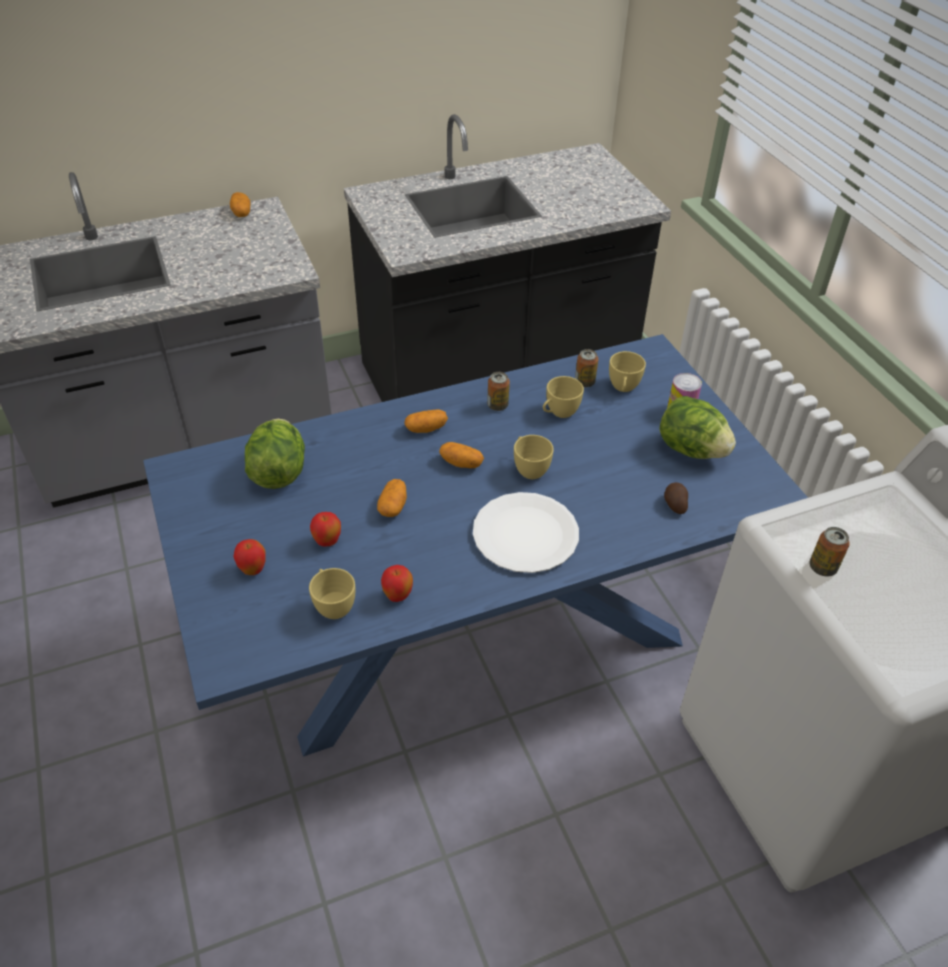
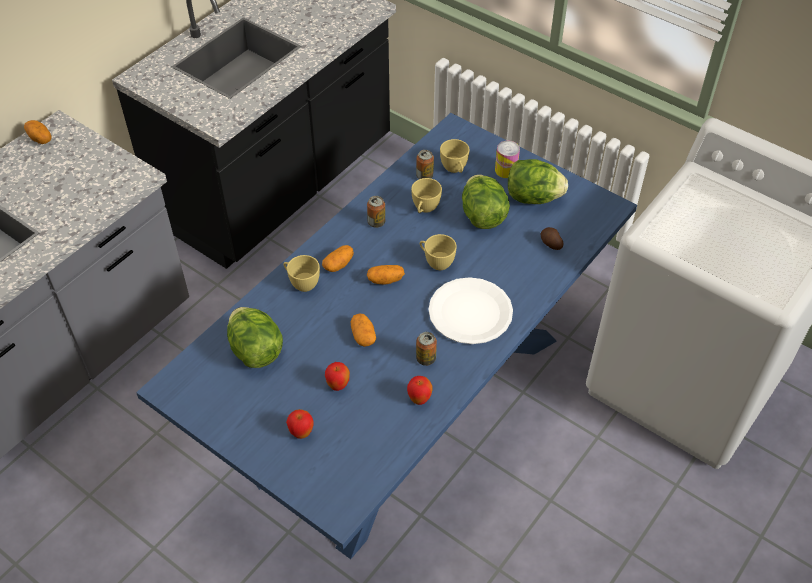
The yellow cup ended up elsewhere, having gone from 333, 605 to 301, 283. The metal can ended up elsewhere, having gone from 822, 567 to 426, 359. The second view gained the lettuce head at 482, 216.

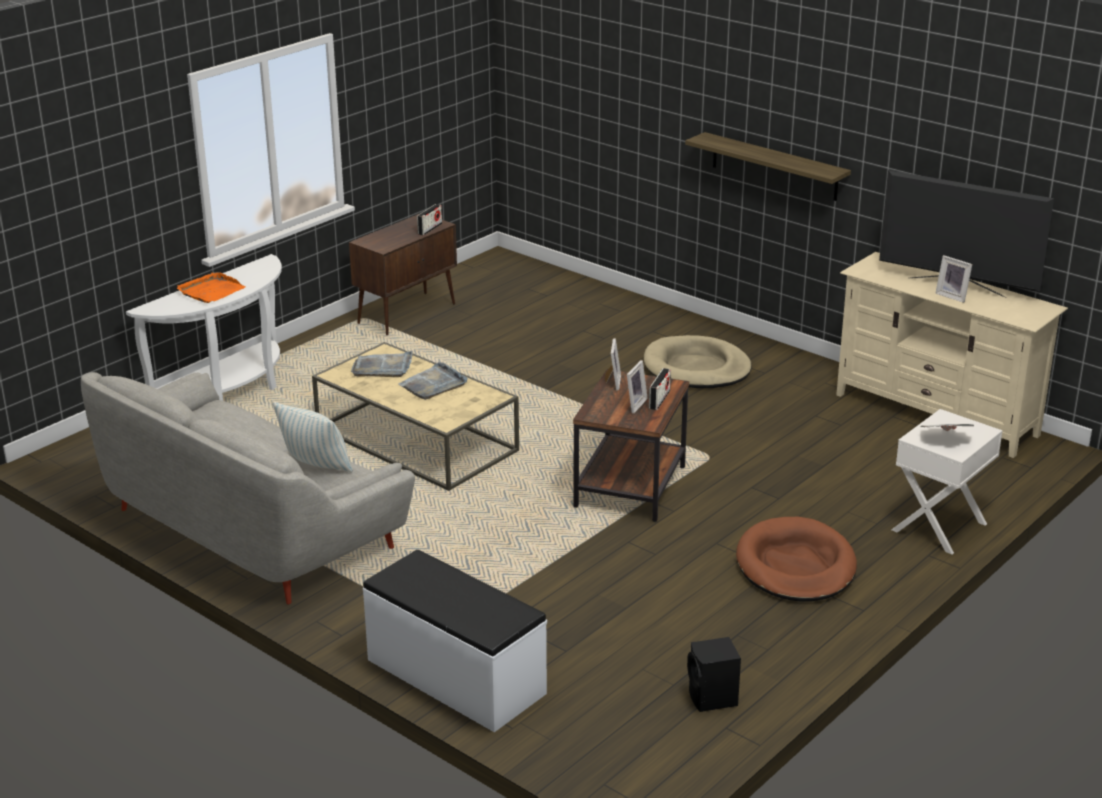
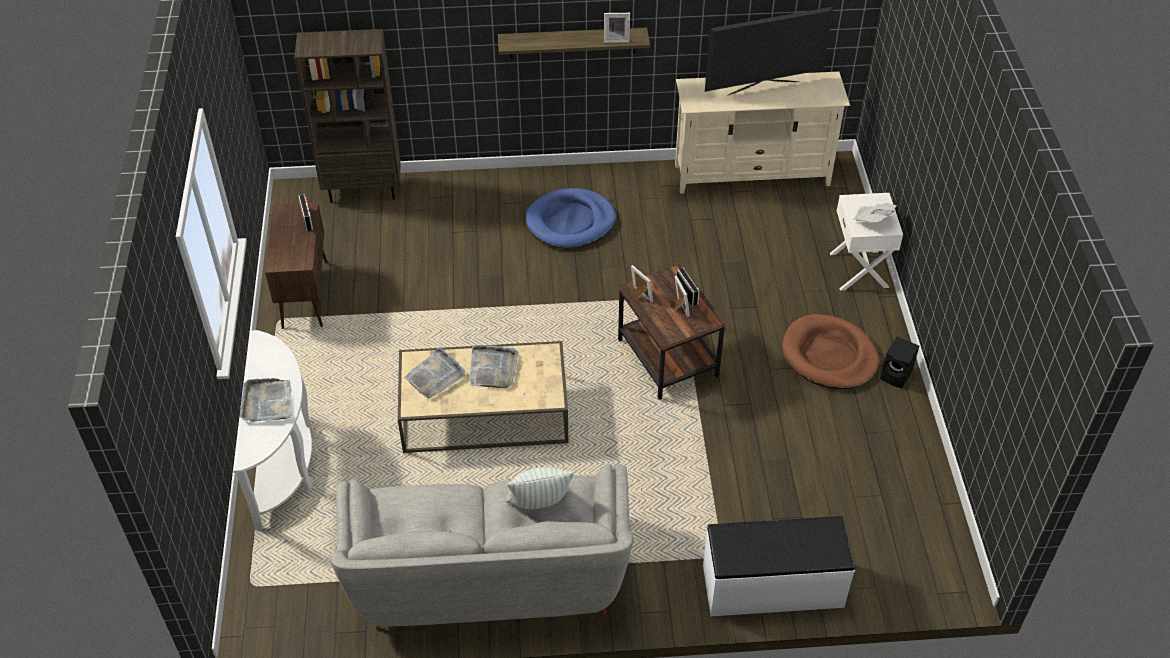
What was the orangey tray at 211, 291 turned into the grey tray at 267, 402. What was the sand-coloured pet bed at 696, 368 turned into the blue pet bed at 570, 222. The black speaker ended up elsewhere, having gone from 713, 699 to 897, 376. The picture frame ended up elsewhere, having gone from 953, 296 to 616, 39. The second view gained the brownish bookcase at 363, 190.

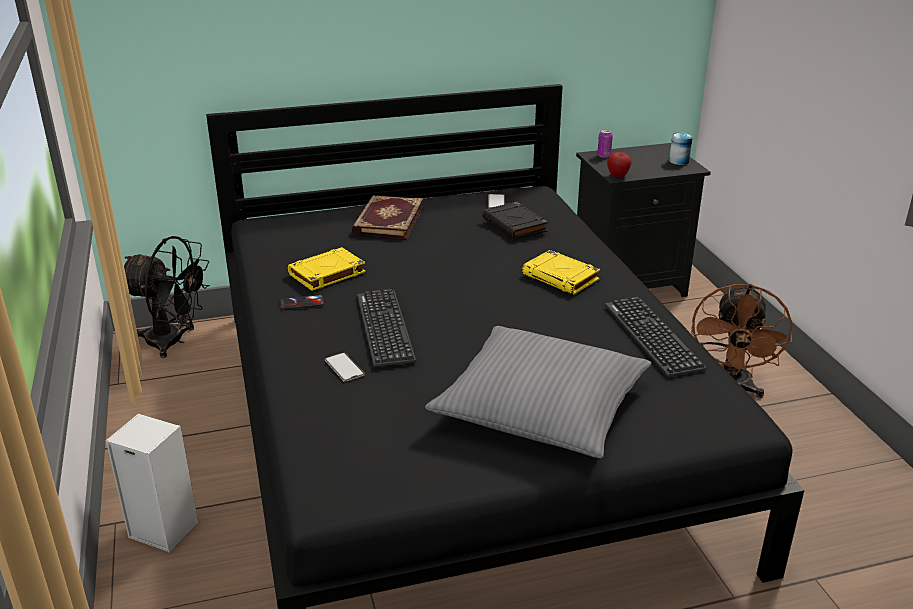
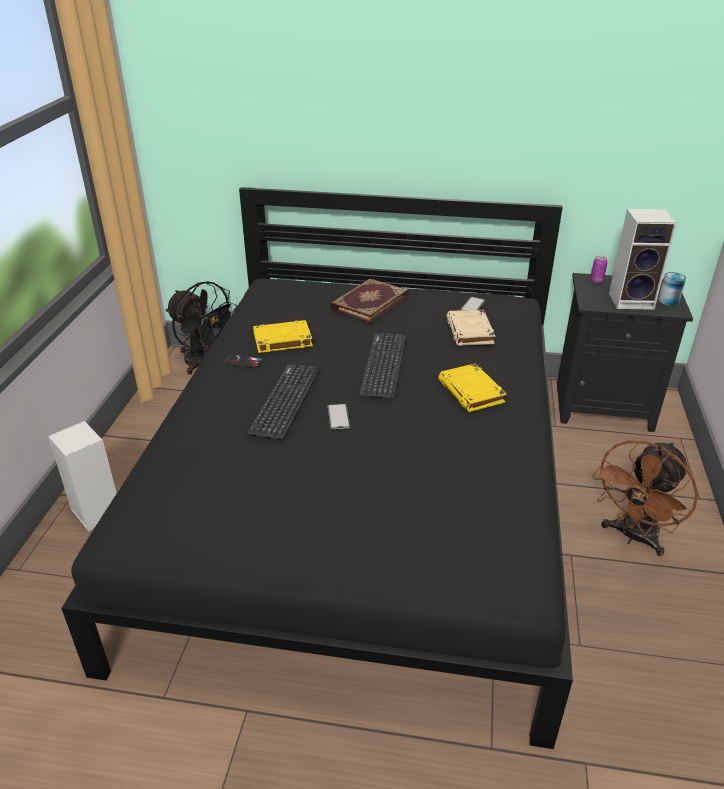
The telephone ended up elsewhere, having gone from 344, 367 to 338, 416. The second view lost the grey throw pillow at 541, 407. What was the black bound book at 515, 225 turned into the sand-coloured bound book at 470, 332. The computer keyboard ended up elsewhere, having gone from 652, 336 to 383, 365. The second view lost the apple at 618, 176. The second view gained the speaker at 632, 300.

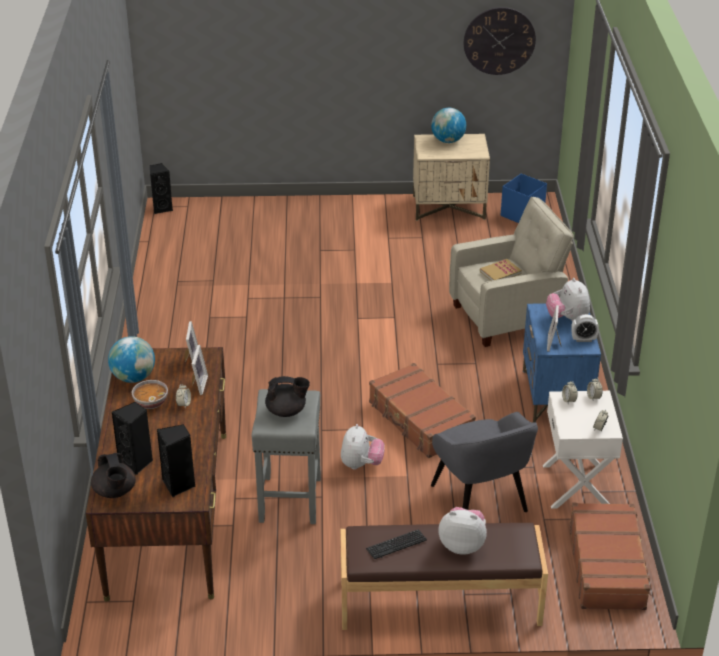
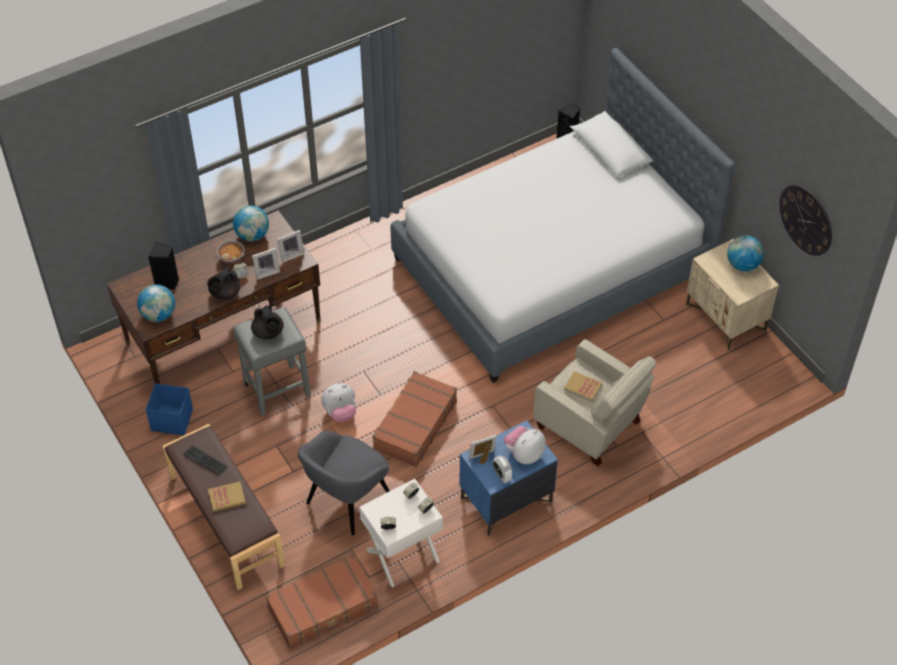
The black pot for tea ended up elsewhere, having gone from 115, 491 to 224, 293. Where the black speaker stood at 179, 485, the world globe came to stand at 159, 315. Where the plush toy stood at 462, 545, the bound book came to stand at 227, 497. The blue storage bin ended up elsewhere, having gone from 521, 214 to 171, 420. The second view gained the bedroom bed at 552, 266.

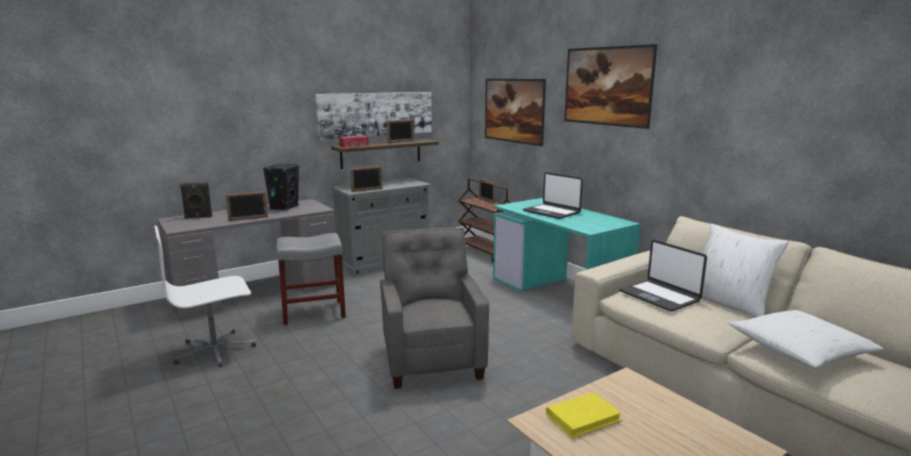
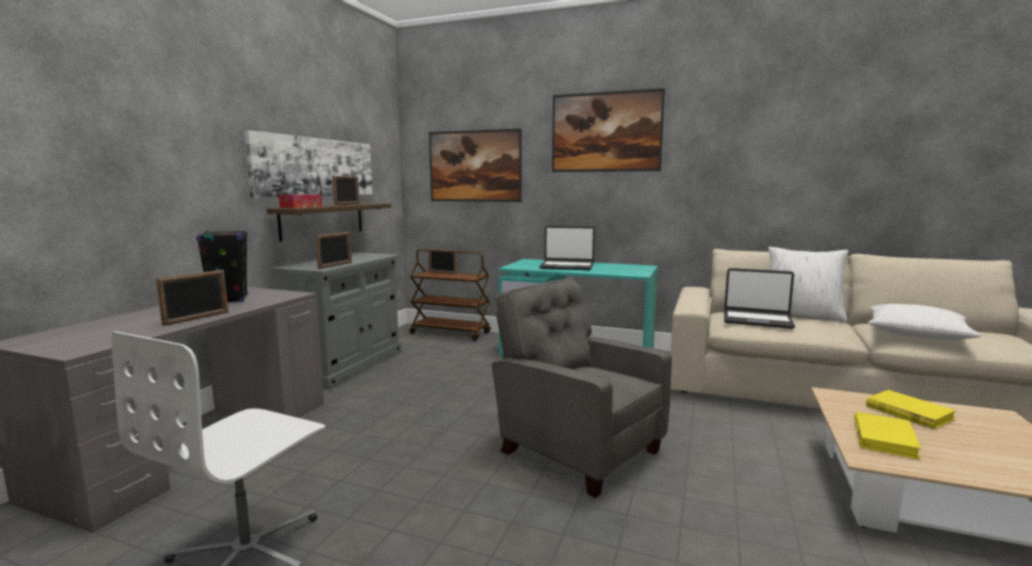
The second view lost the black speaker at 198, 217. The second view lost the grey stool seat at 313, 313. The second view gained the yellow bound book at 908, 412.

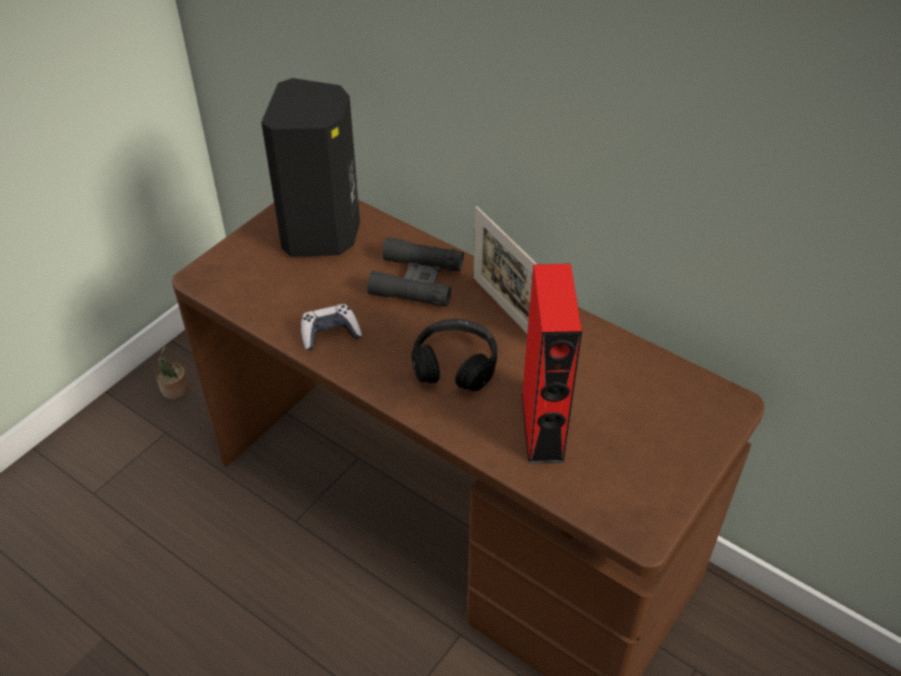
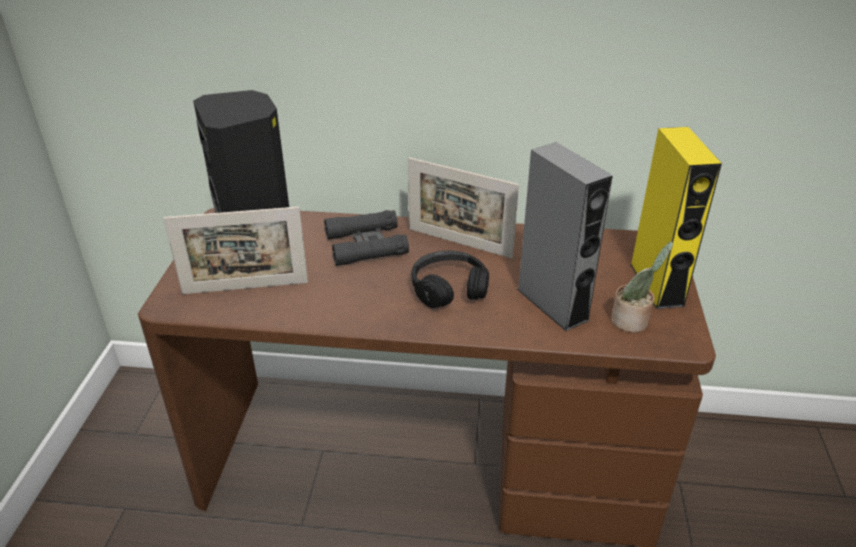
The plant in a pot ended up elsewhere, having gone from 175, 390 to 632, 321. The second view lost the joypad at 330, 333. What was the red speaker at 542, 427 turned into the grey speaker at 552, 304. The second view gained the picture frame at 245, 288. The second view gained the yellow speaker at 657, 284.

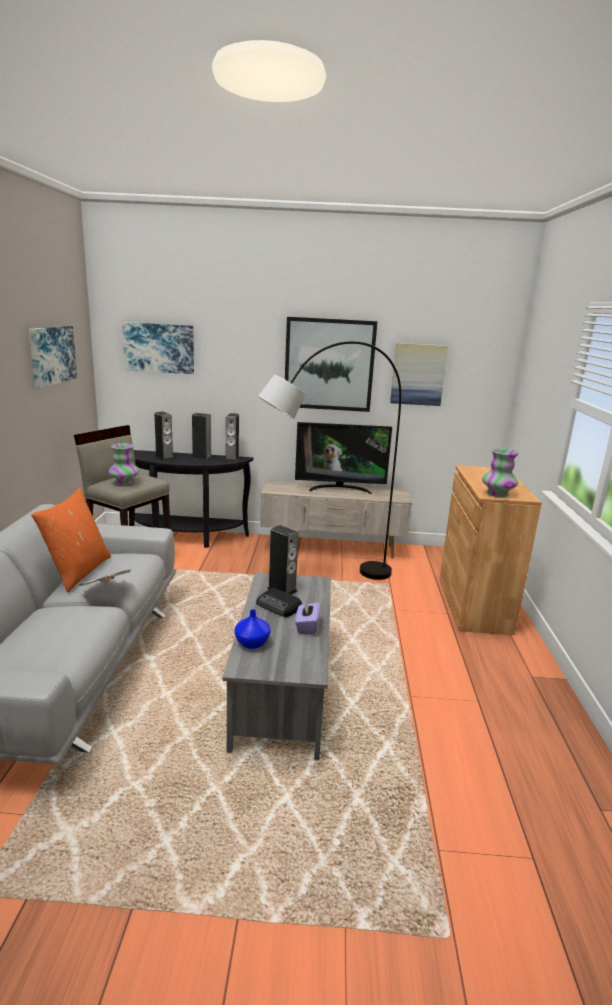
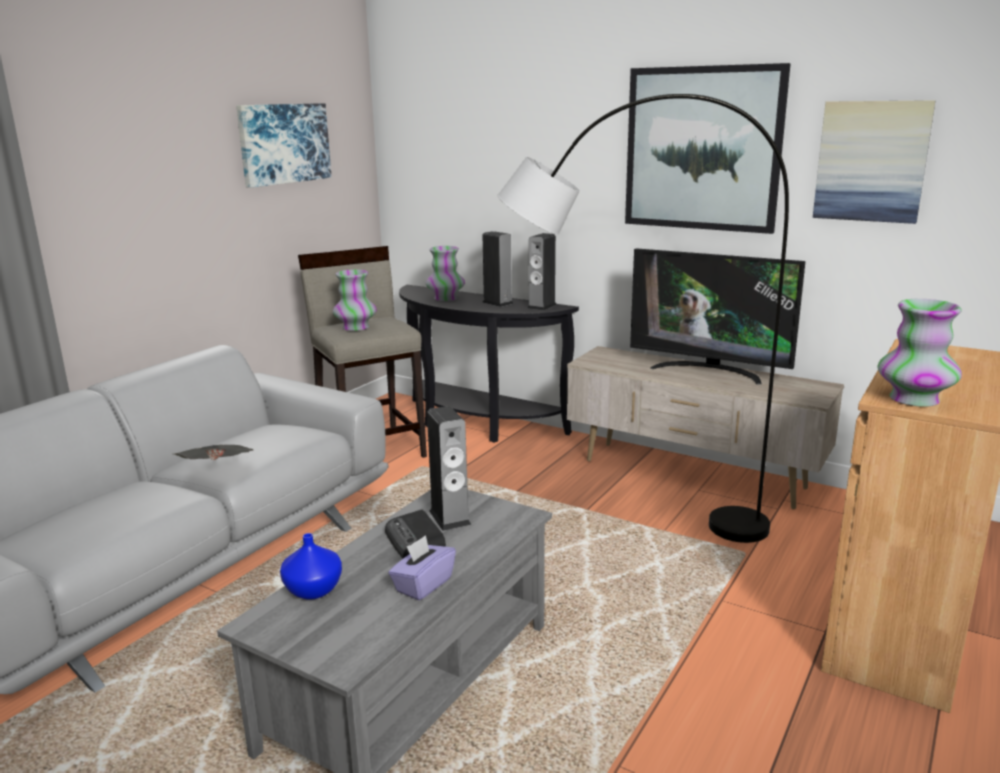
The second view lost the orangey throw pillow at 78, 572. The second view lost the wall art at 159, 348. Where the speaker stood at 164, 457, the decorative vase came to stand at 446, 298.

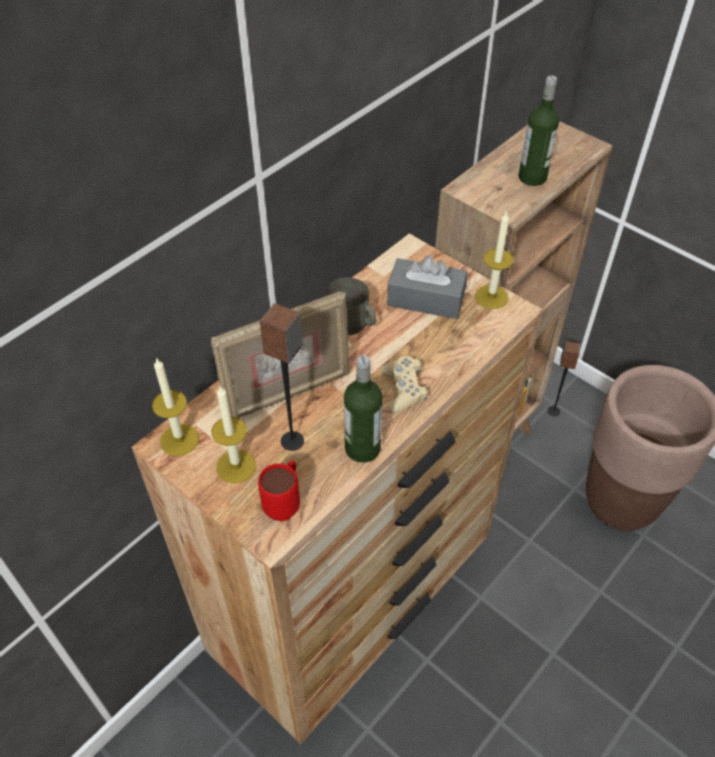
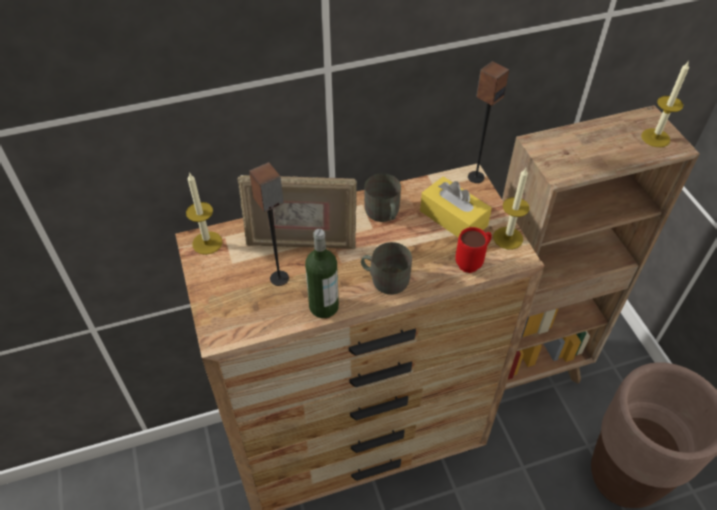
The wax light ended up elsewhere, having gone from 236, 466 to 655, 138. The red mug ended up elsewhere, having gone from 285, 503 to 472, 262. Where the sand-coloured joypad stood at 403, 390, the grey mug came to stand at 385, 278. What was the grey tissue box at 426, 299 turned into the yellow tissue box at 453, 218. The second view lost the bottle at 532, 177. The speaker ended up elsewhere, having gone from 553, 411 to 475, 177.

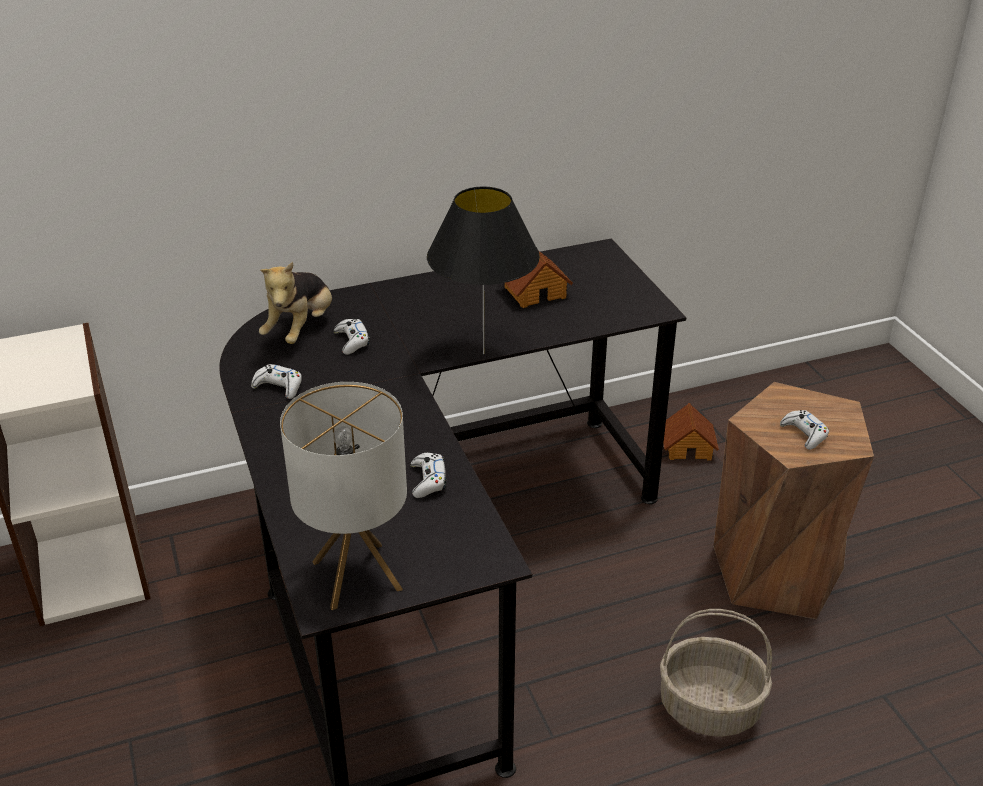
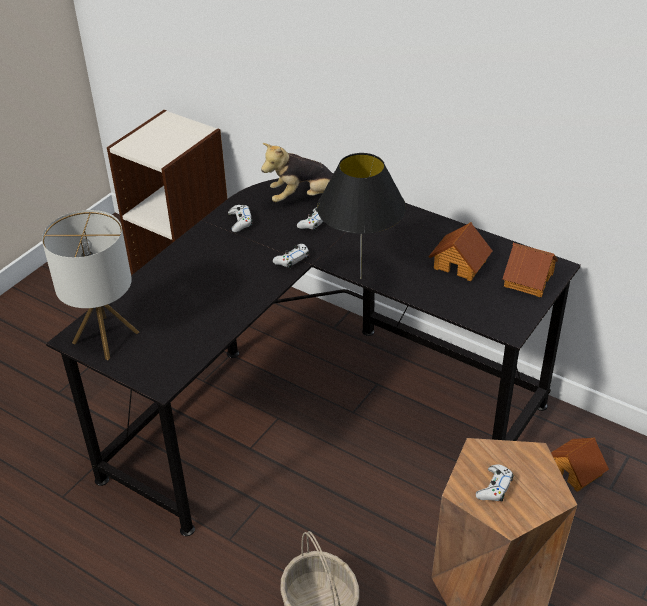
The white-coloured joypad ended up elsewhere, having gone from 428, 480 to 292, 259. The second view gained the miniature house at 528, 279.

